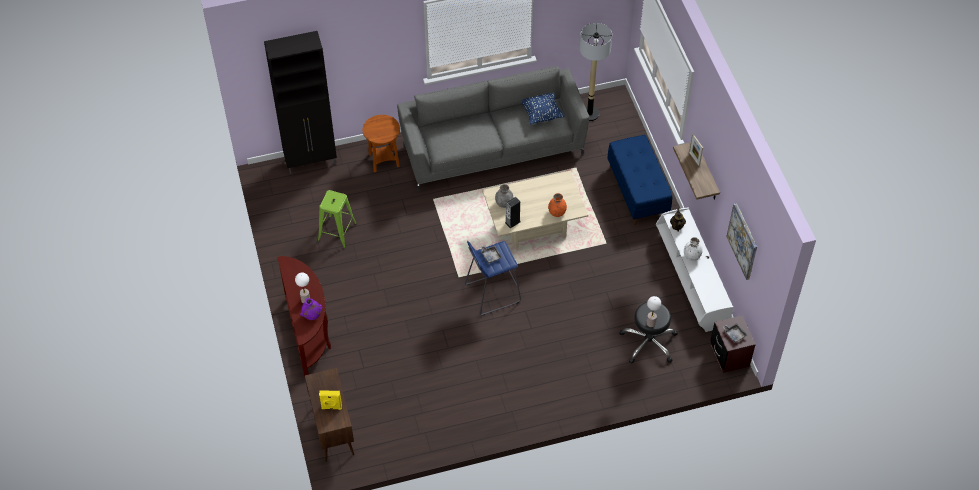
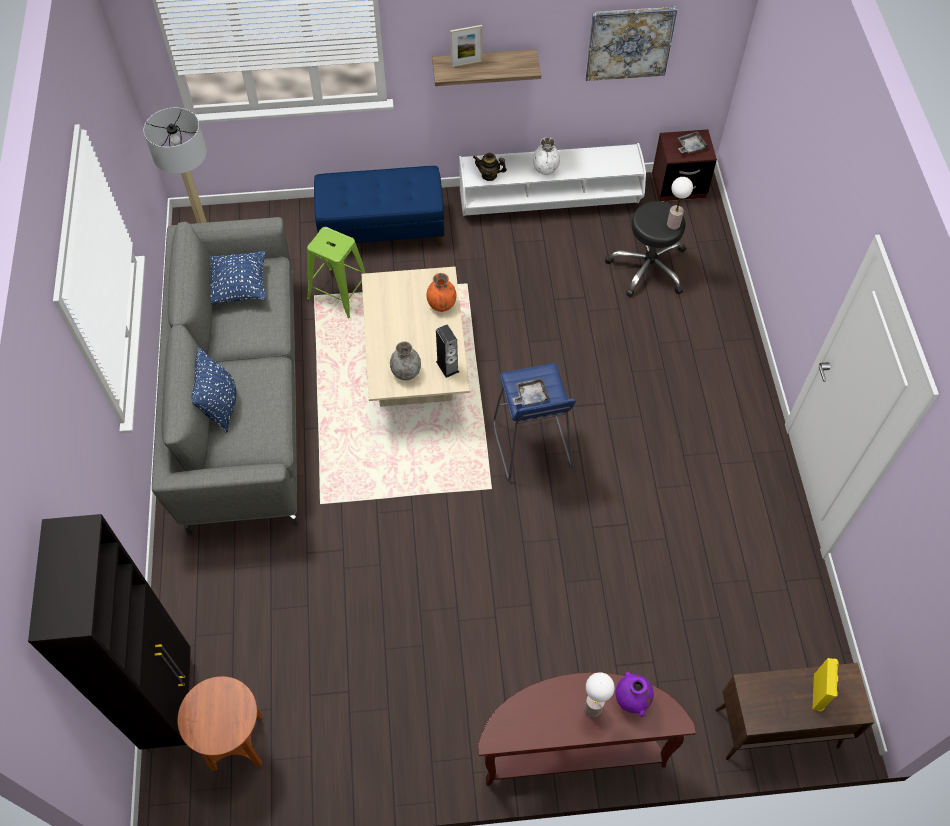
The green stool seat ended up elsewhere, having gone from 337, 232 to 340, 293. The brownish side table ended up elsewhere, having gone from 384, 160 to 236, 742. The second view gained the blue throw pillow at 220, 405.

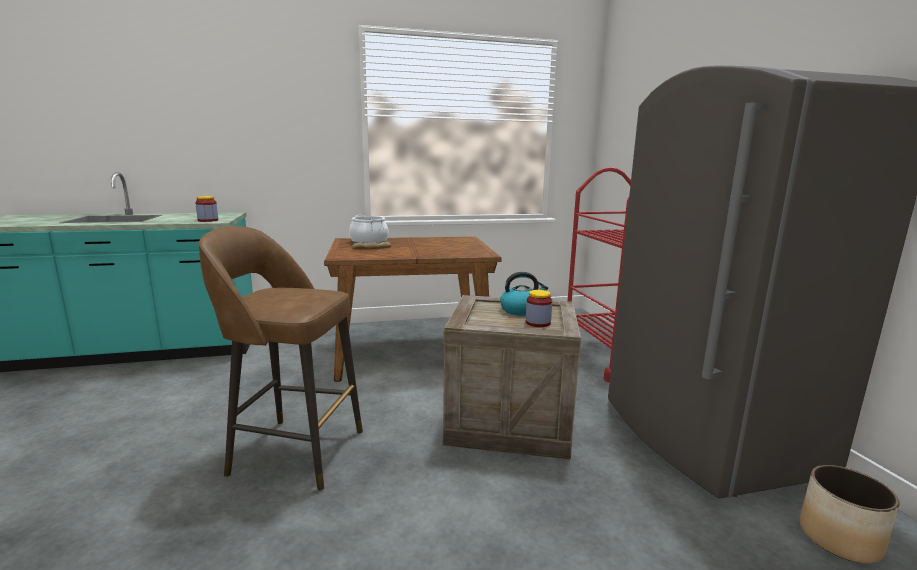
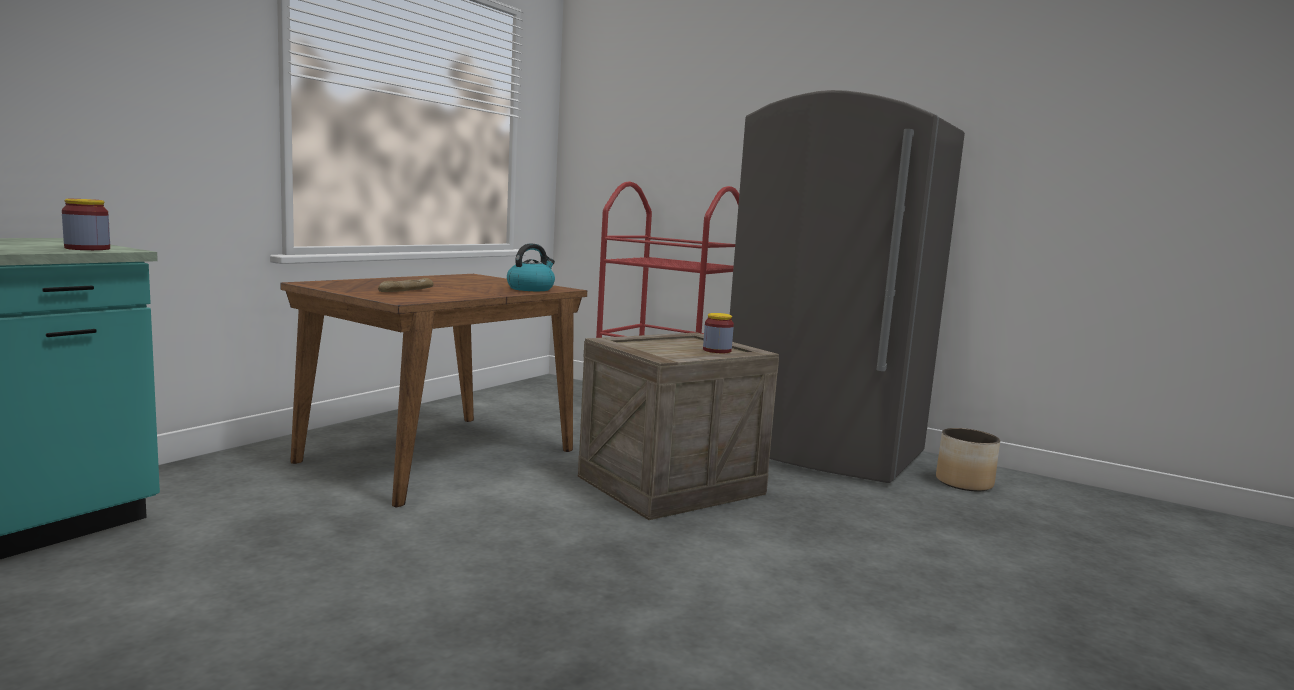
The second view lost the brownish stool seat at 294, 451. The second view lost the stockpot at 369, 242. The water kettle ended up elsewhere, having gone from 521, 310 to 531, 289.

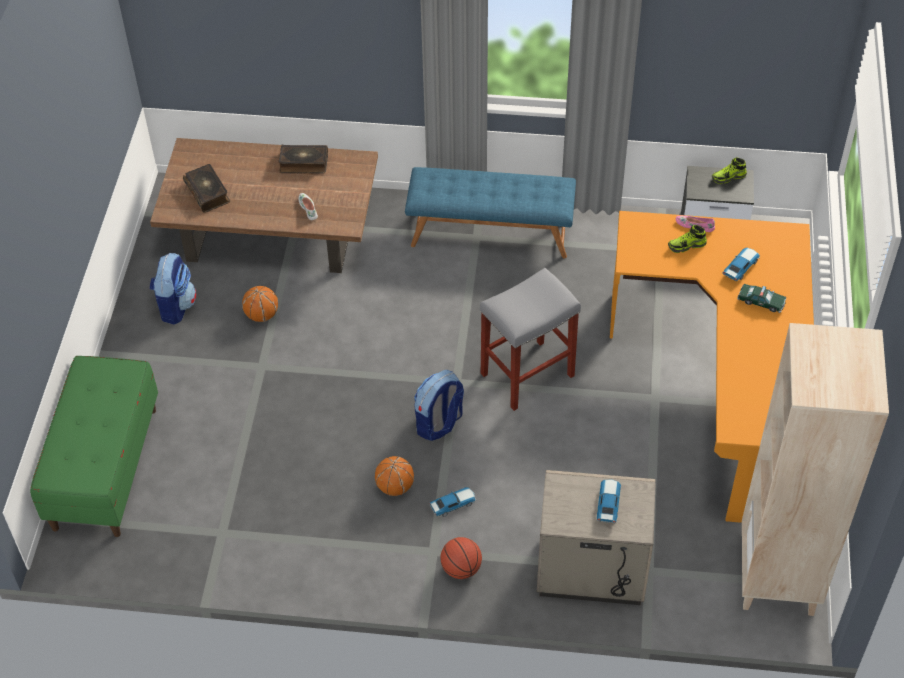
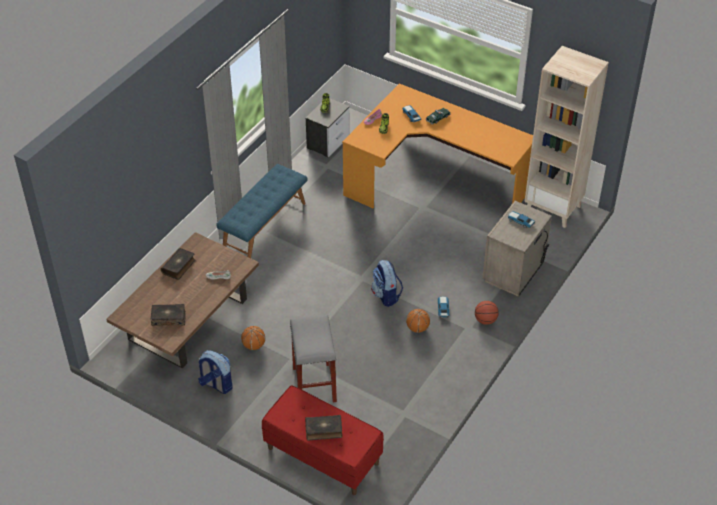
What was the green indoor bench at 105, 467 turned into the red indoor bench at 322, 456. The grey stool seat ended up elsewhere, having gone from 528, 374 to 314, 384. The second view gained the bound book at 323, 430.

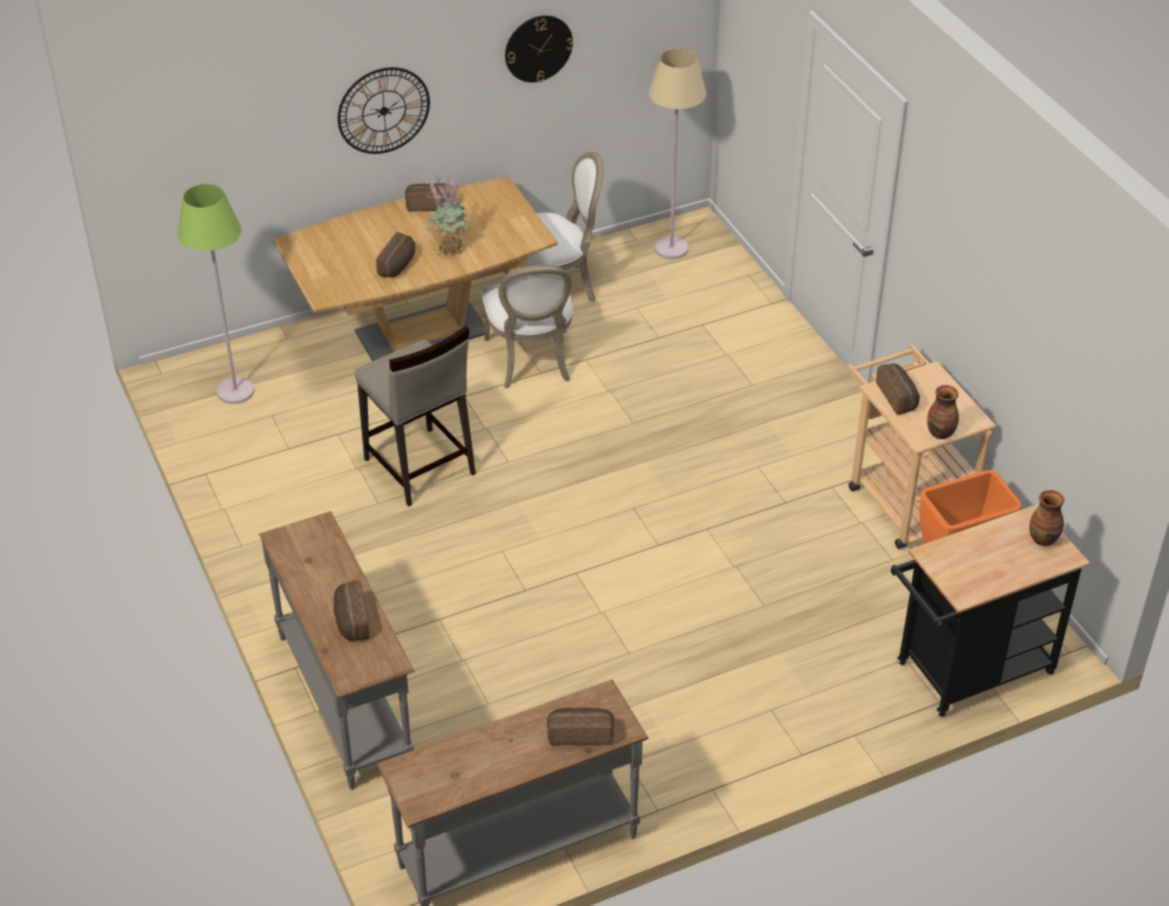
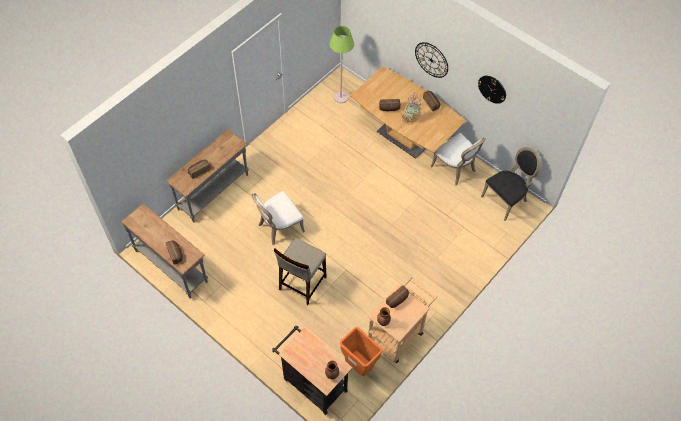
The sand-coloured stool seat ended up elsewhere, having gone from 419, 467 to 302, 283. The white-coloured upright chair ended up elsewhere, having gone from 531, 361 to 278, 227. Where the sand-coloured standing lamp stood at 671, 248, the black upright chair came to stand at 506, 199.

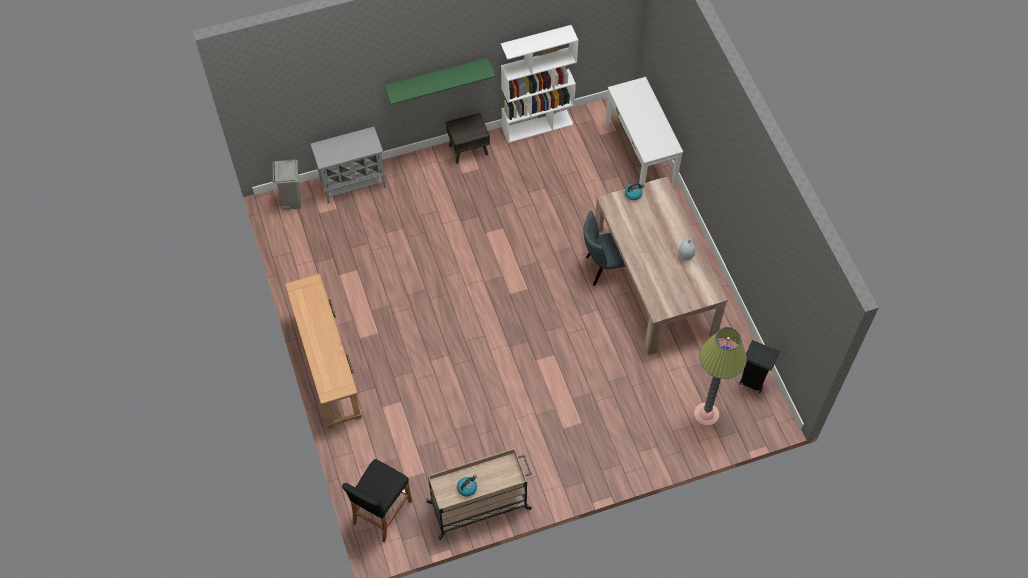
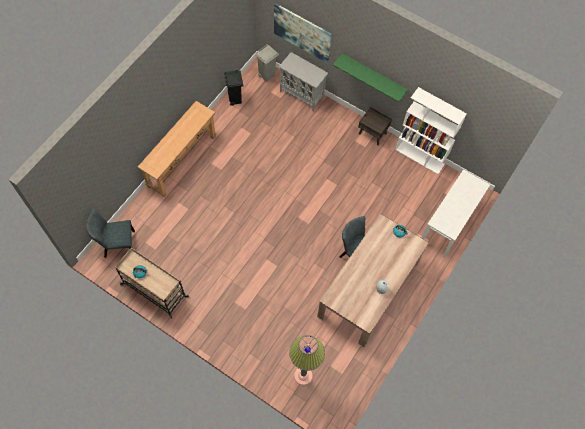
Where the black stool seat stood at 382, 512, the grey upright chair came to stand at 117, 245. The black trash can ended up elsewhere, having gone from 752, 382 to 235, 99. The second view gained the wall art at 302, 32.

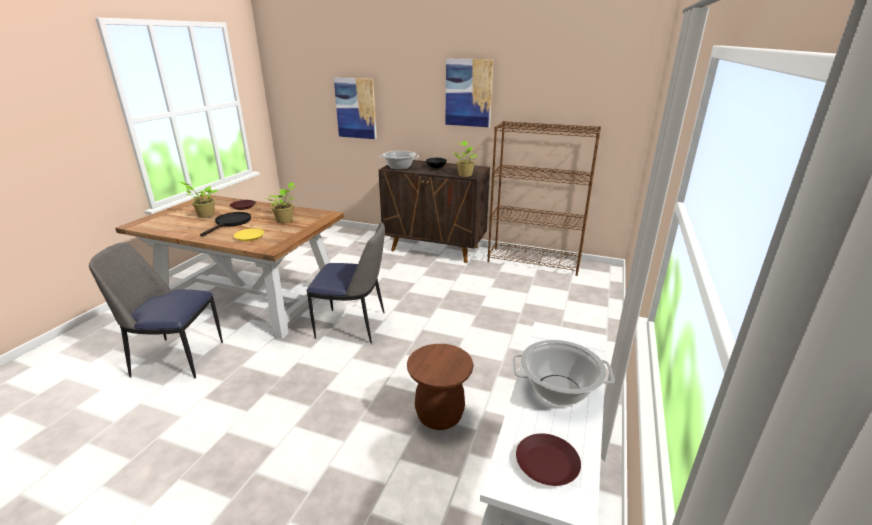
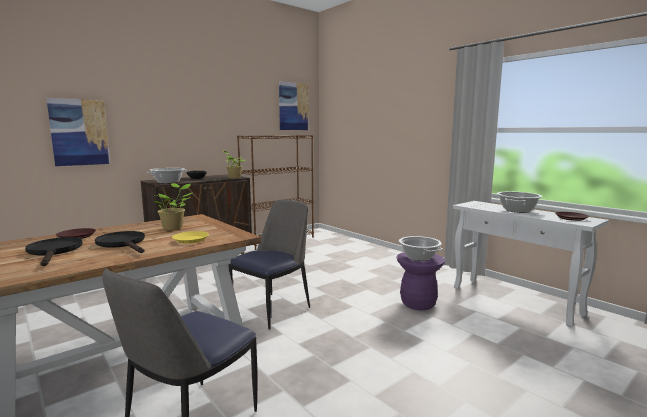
Where the plant in a pot stood at 205, 215, the black pan came to stand at 54, 251. What was the brownish stool seat at 439, 415 turned into the purplish stool seat at 418, 304. The wall art ended up elsewhere, having gone from 468, 93 to 293, 106. The second view gained the stockpot at 418, 257.

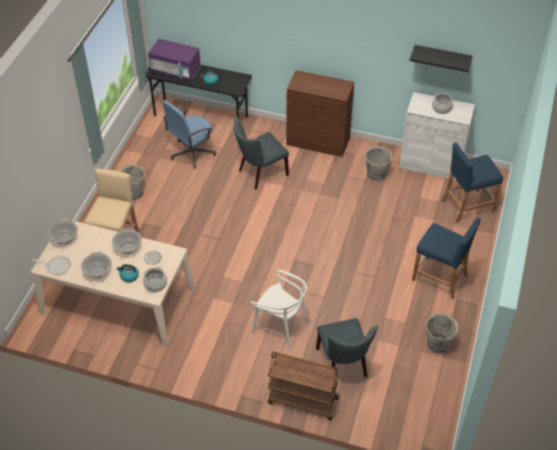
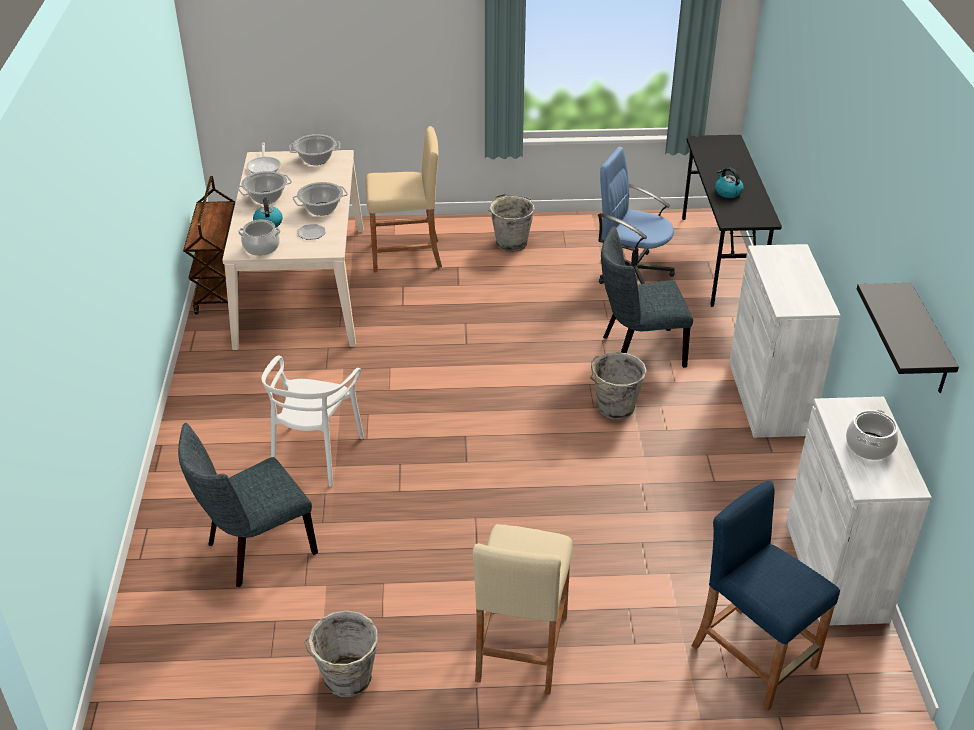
The second view lost the purplish microwave at 175, 71. The grey upright chair at 260, 173 ended up facing another way, 45 degrees counterclockwise from before. The brownish wheeled cart ended up elsewhere, having gone from 302, 401 to 219, 287. What was the brownish cabinet at 318, 141 turned into the white-coloured cabinet at 769, 398. The grey bucket ended up elsewhere, having gone from 376, 174 to 614, 408. What was the blue stool seat at 439, 278 turned into the sand-coloured stool seat at 520, 647.

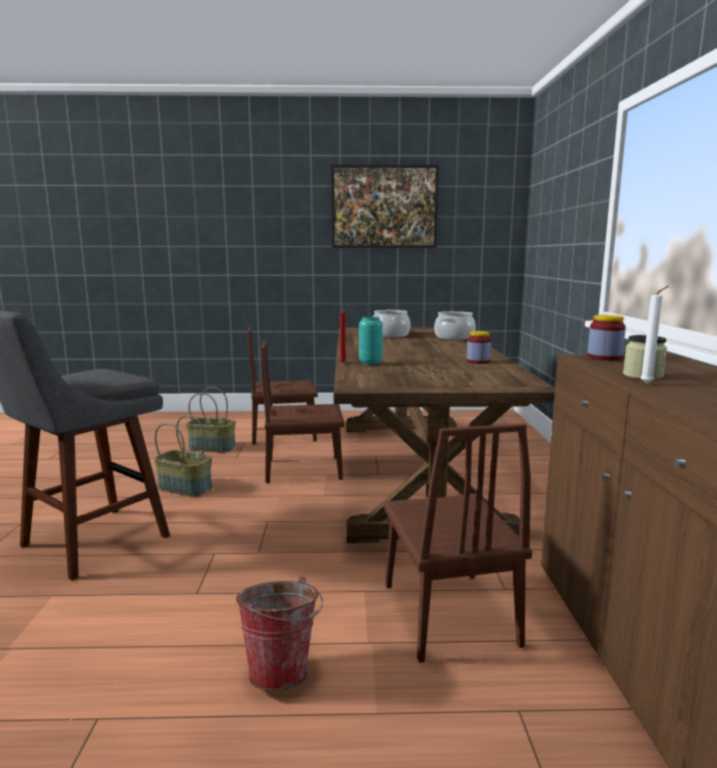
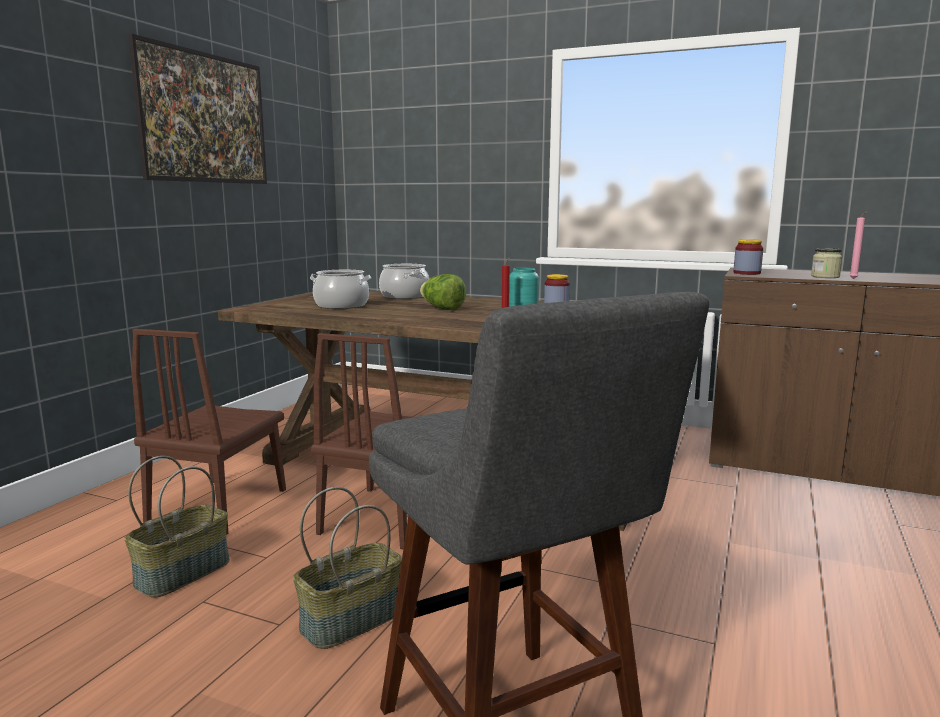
The second view lost the bucket at 282, 670. The second view lost the brownish upright chair at 448, 613. What was the white-coloured wax light at 648, 384 turned into the pink-coloured wax light at 854, 279. The second view gained the lettuce head at 442, 309.

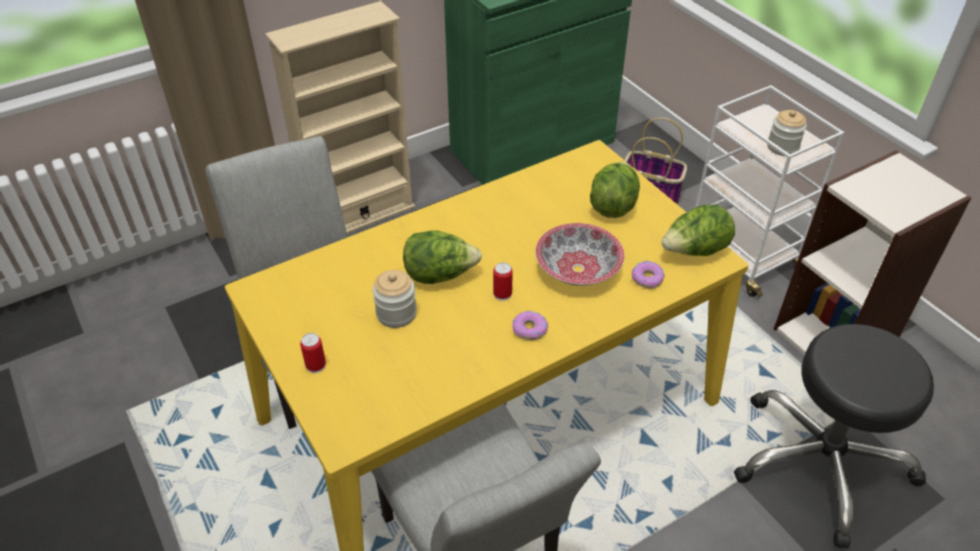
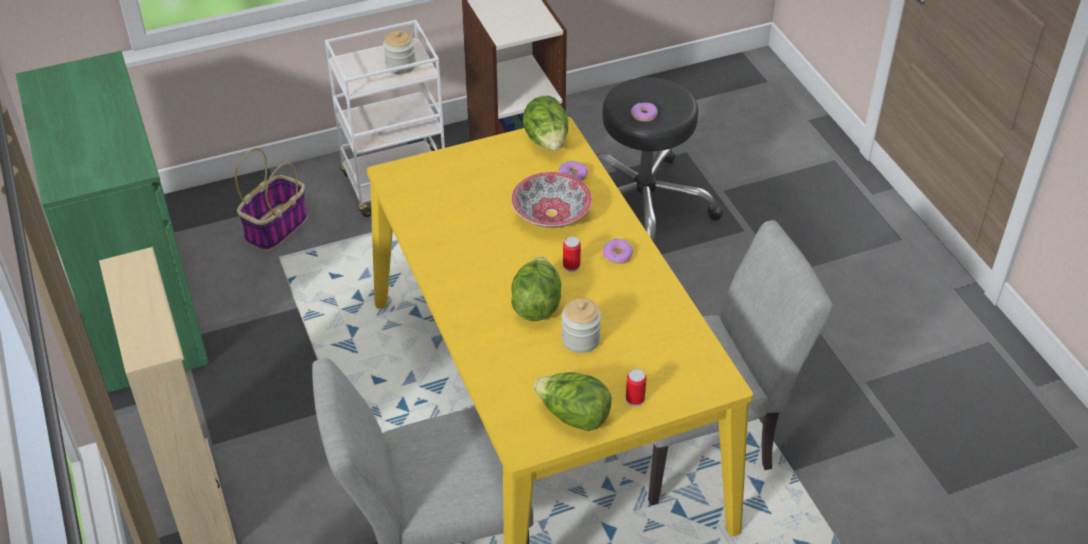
The lettuce head ended up elsewhere, having gone from 613, 205 to 573, 416. The second view gained the ring doughnut at 644, 115.

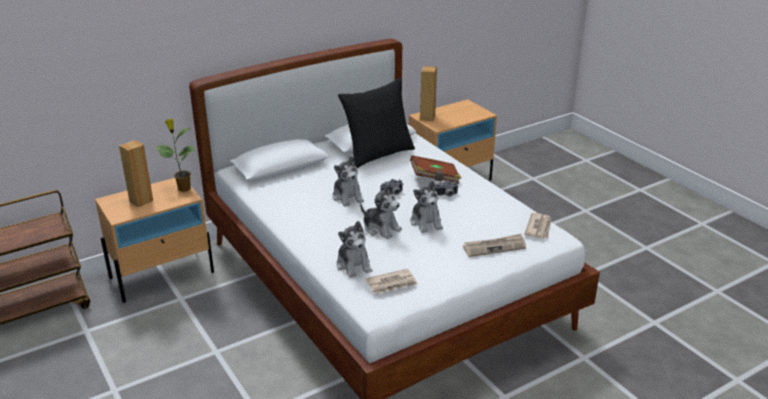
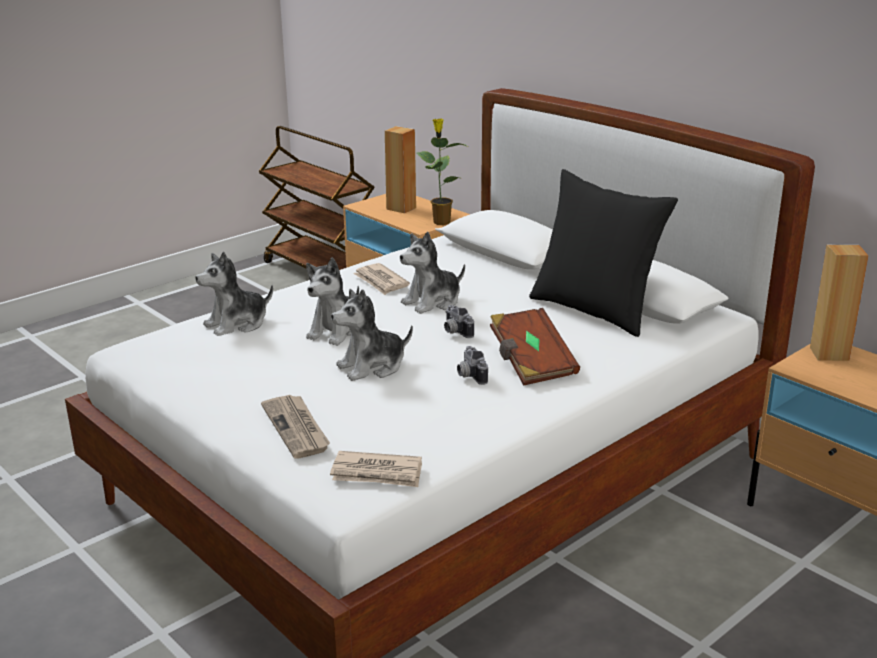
The printed paper ended up elsewhere, having gone from 392, 283 to 381, 281.

